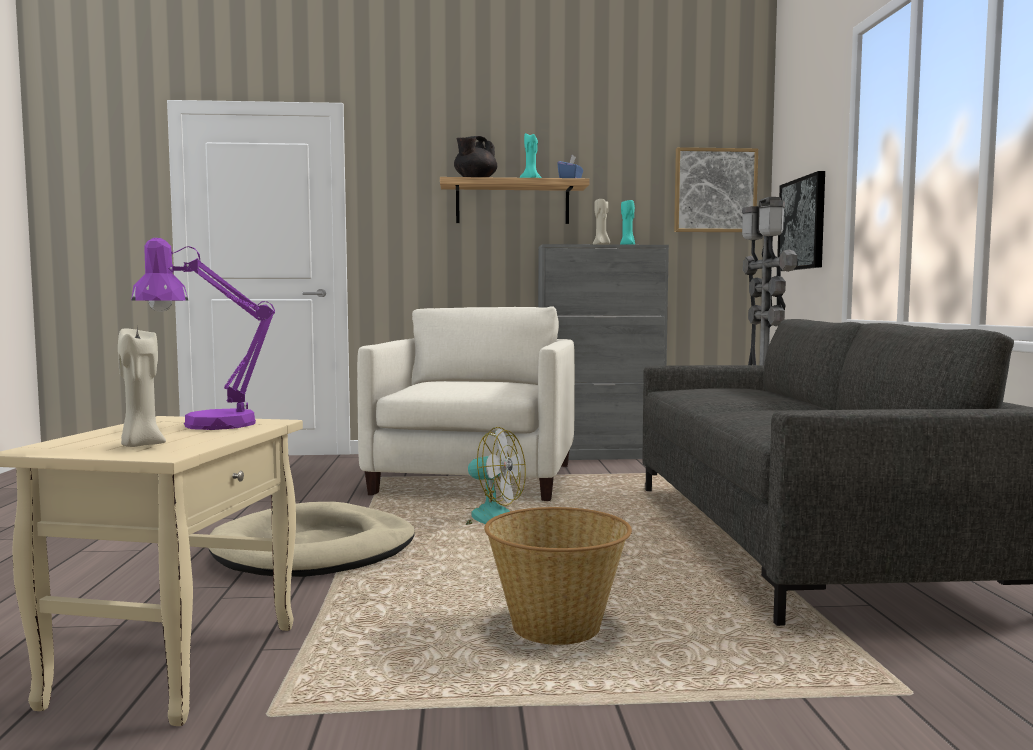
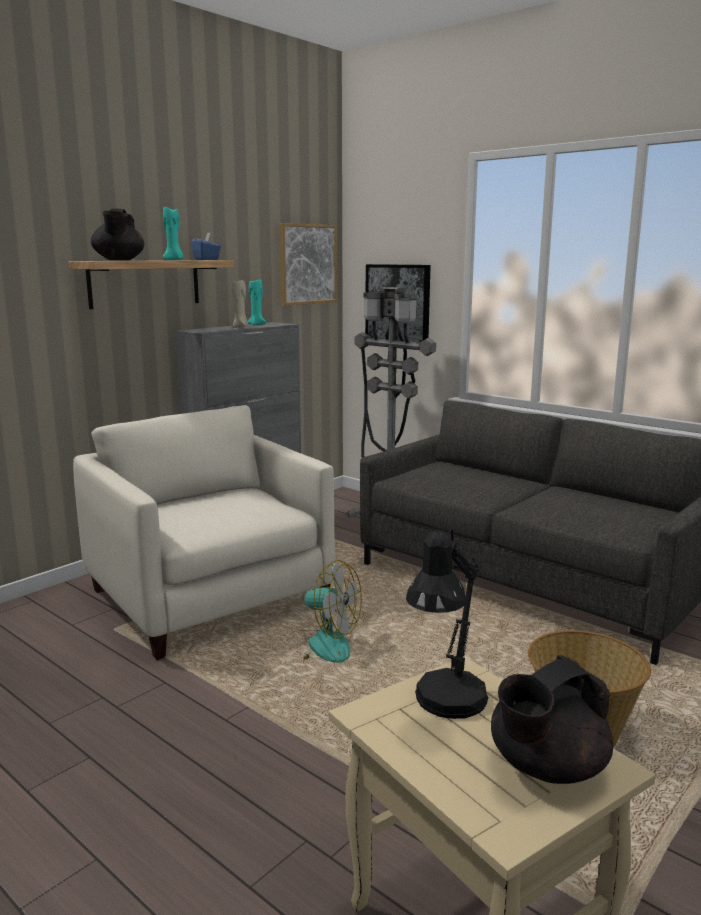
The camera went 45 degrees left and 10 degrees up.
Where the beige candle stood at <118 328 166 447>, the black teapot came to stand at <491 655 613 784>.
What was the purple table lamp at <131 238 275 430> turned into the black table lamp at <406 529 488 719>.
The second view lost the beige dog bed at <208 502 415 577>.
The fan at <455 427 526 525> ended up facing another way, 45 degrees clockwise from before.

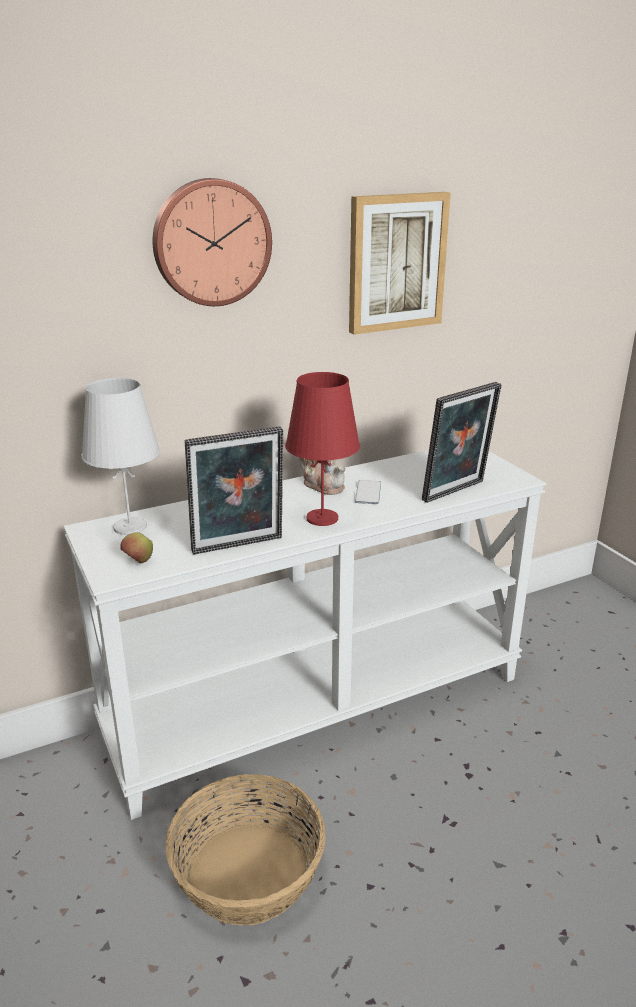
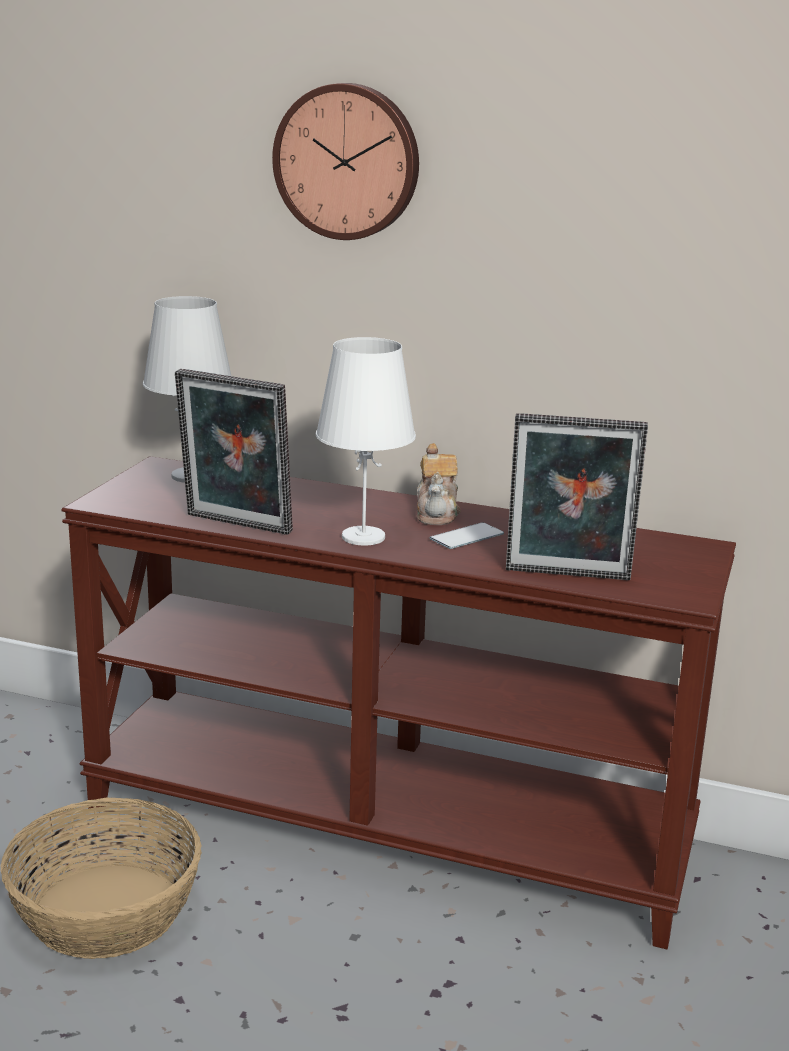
The camera went 45 degrees right and 5 degrees down.
What was the white console table at <64 450 546 820> turned into the brown console table at <61 456 736 949>.
The second view lost the apple at <120 532 153 564>.
What was the red table lamp at <285 372 360 526> turned into the white table lamp at <316 337 416 546>.
The second view lost the picture at <349 192 451 335>.

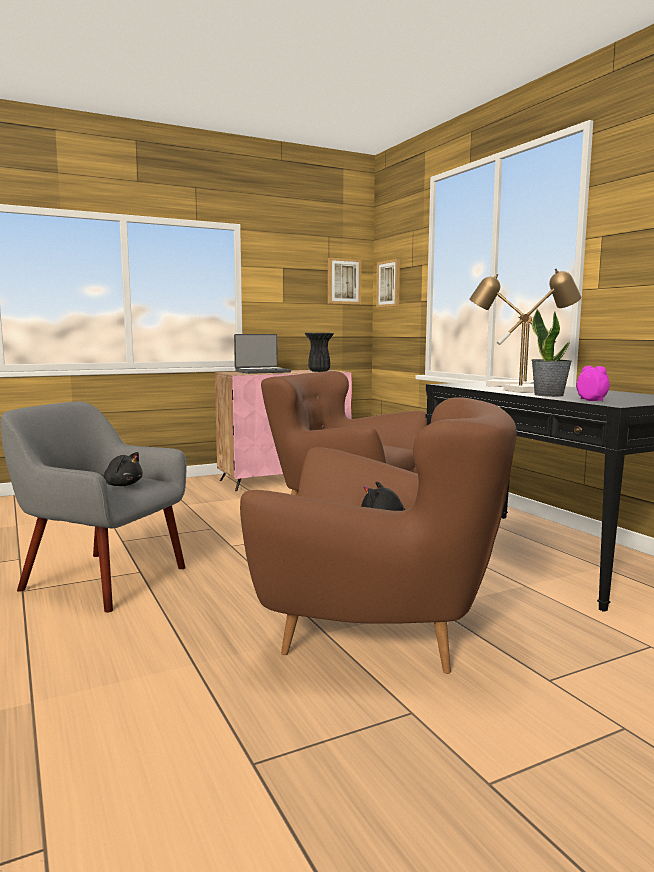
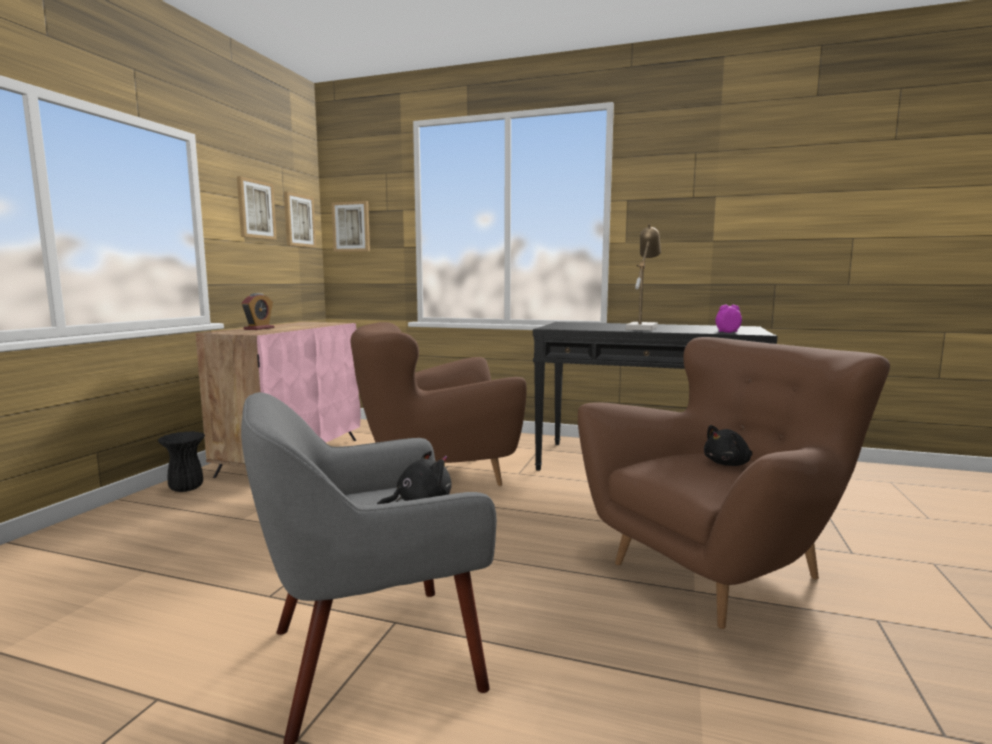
The camera went 45 degrees left and 0 degrees up.
Where the laptop stood at <234 334 291 374>, the alarm clock came to stand at <242 293 274 330>.
The black vase ended up elsewhere, having gone from <305 333 334 372> to <158 431 205 492>.
The second view lost the table lamp at <470 274 556 387>.
The second view lost the potted plant at <531 309 572 397>.
The second view gained the picture at <237 176 277 240>.

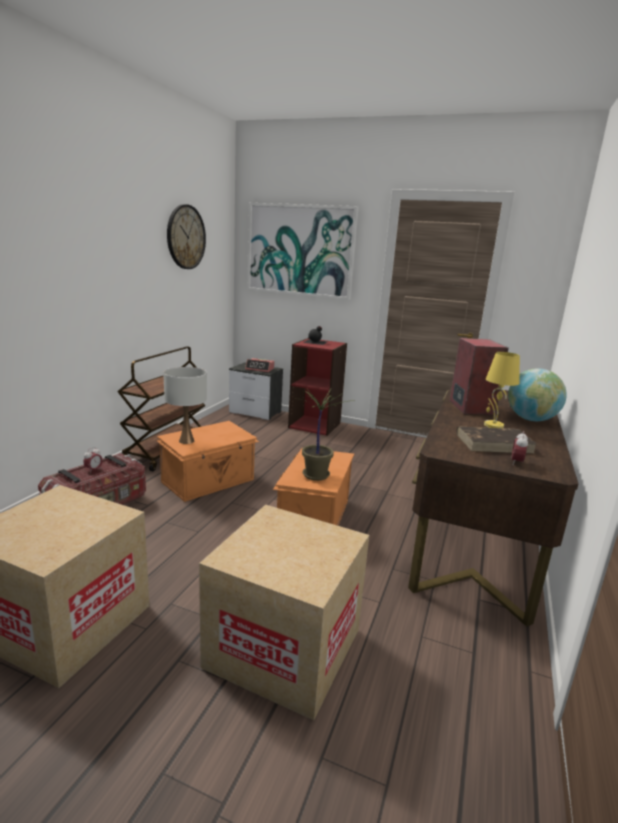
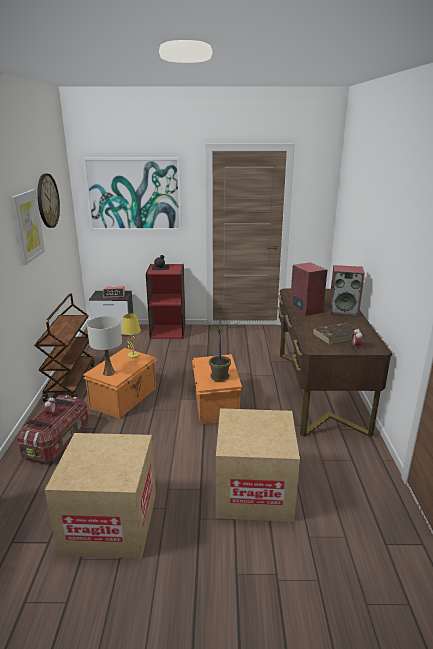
The camera went 20 degrees left and 5 degrees up.
The yellow table lamp ended up elsewhere, having gone from <484 352 520 428> to <122 314 141 358>.
Where the globe stood at <508 368 567 421>, the speaker came to stand at <329 265 365 317>.
The second view gained the picture at <11 189 45 265>.

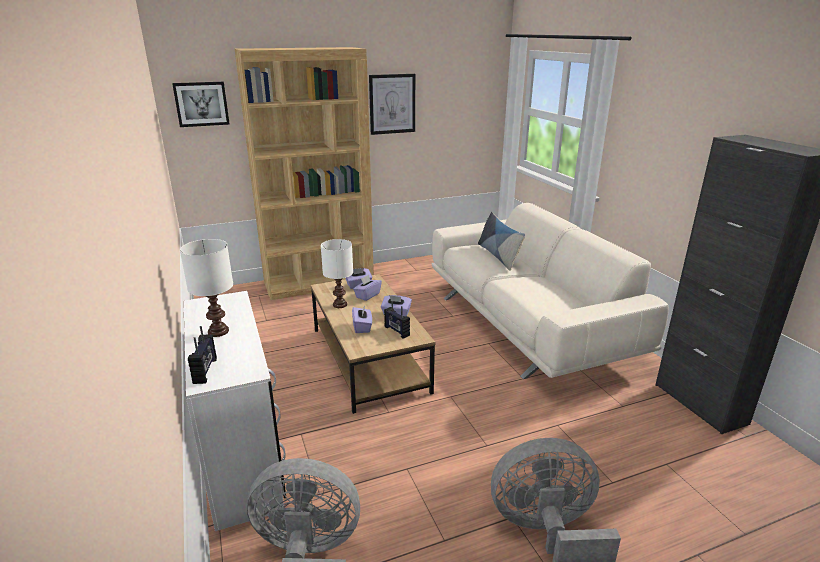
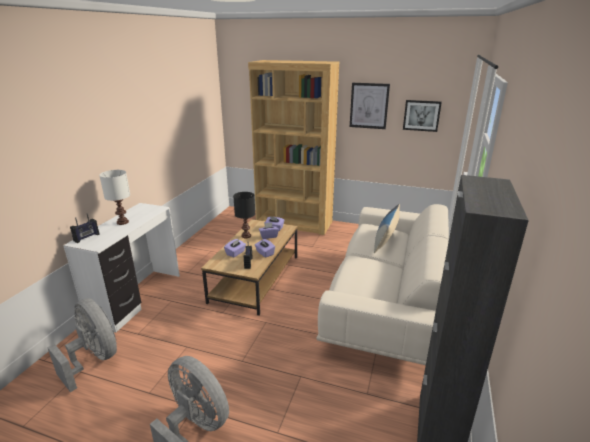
The camera went 40 degrees right and 0 degrees up.
The picture ended up elsewhere, having gone from <172 82 230 127> to <403 100 442 132>.
What was the white table lamp at <321 239 353 308> turned into the black table lamp at <233 192 255 238>.

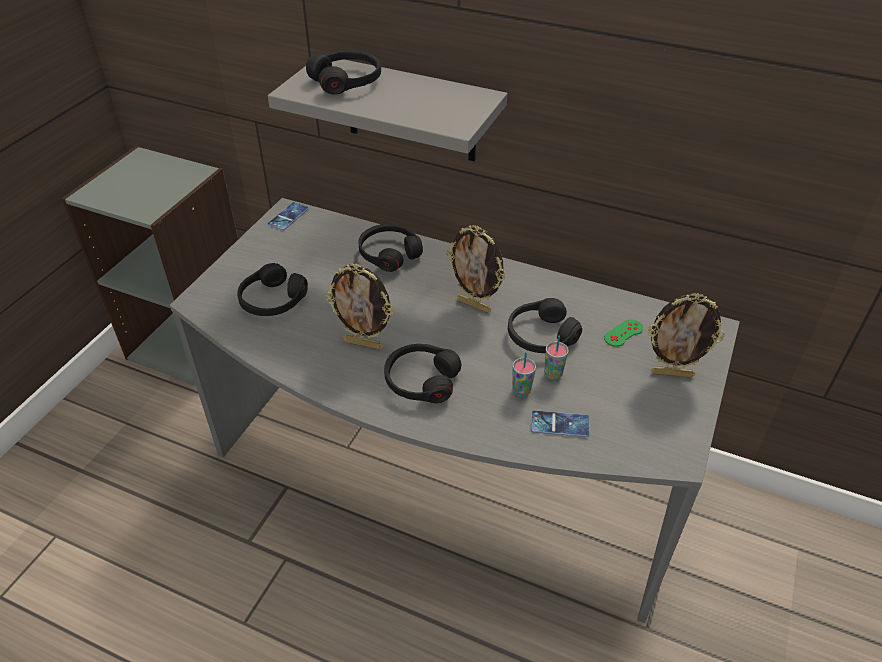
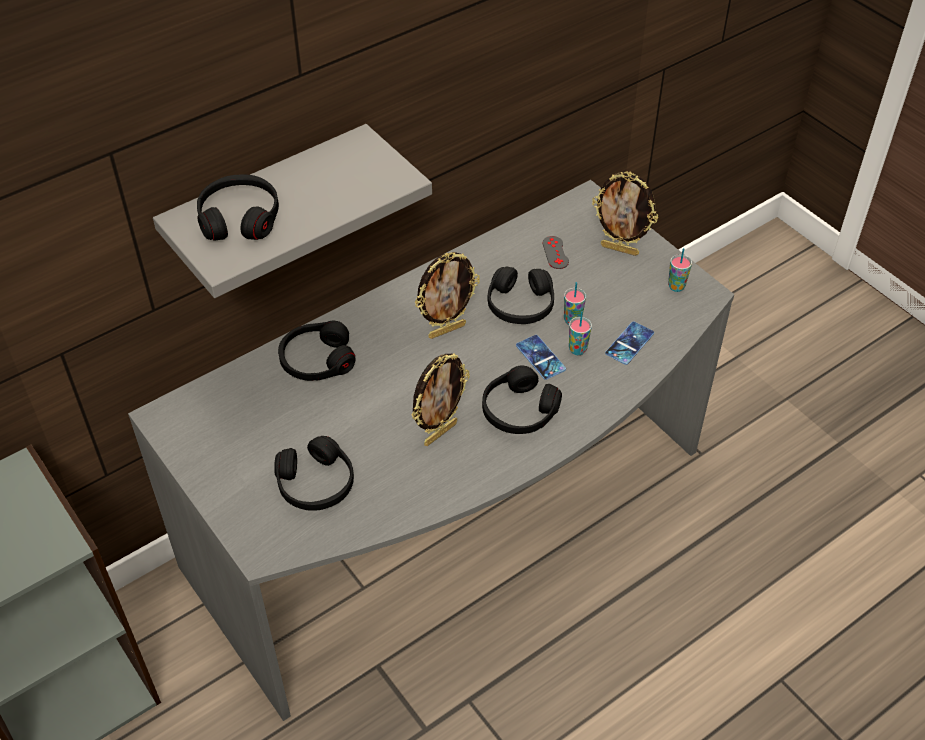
The camera went 60 degrees left and 5 degrees up.
The phone ended up elsewhere, having gone from <267 202 309 230> to <516 335 566 380>.
What was the green game controller at <604 320 643 347> turned into the grey game controller at <543 236 569 269>.
The picture frame at <647 293 725 377> ended up facing another way, 75 degrees clockwise from before.
The second view gained the cup at <668 248 692 292>.

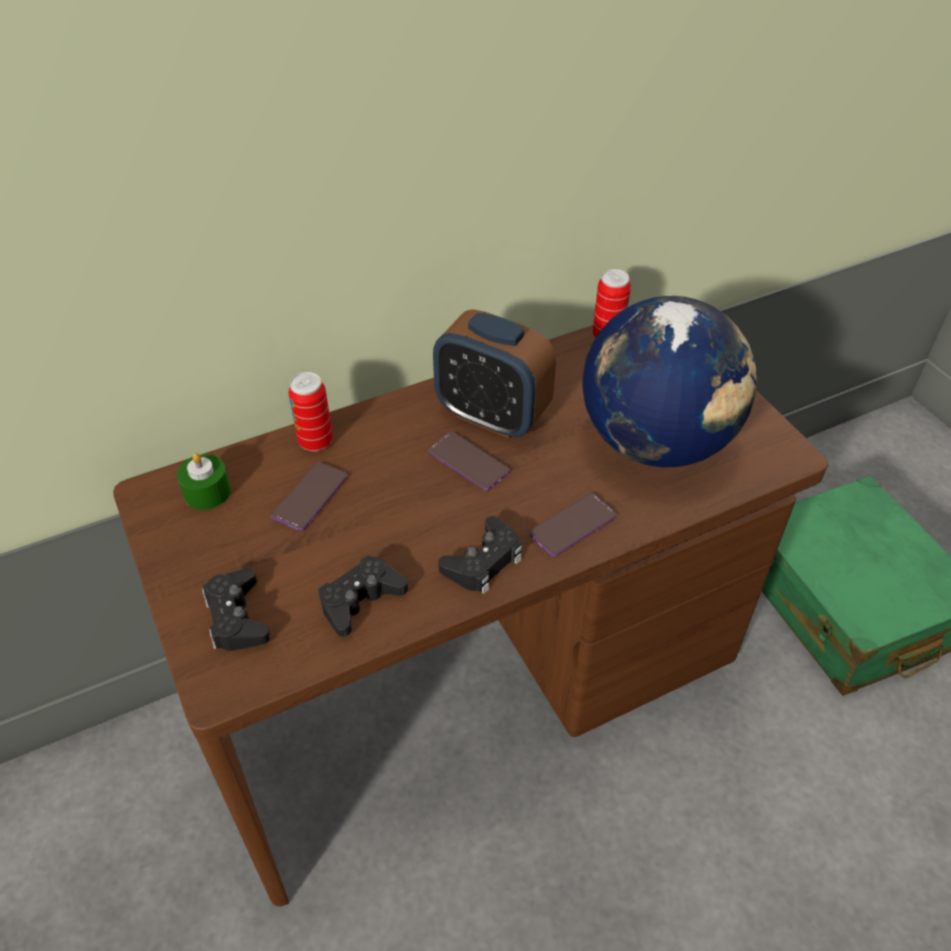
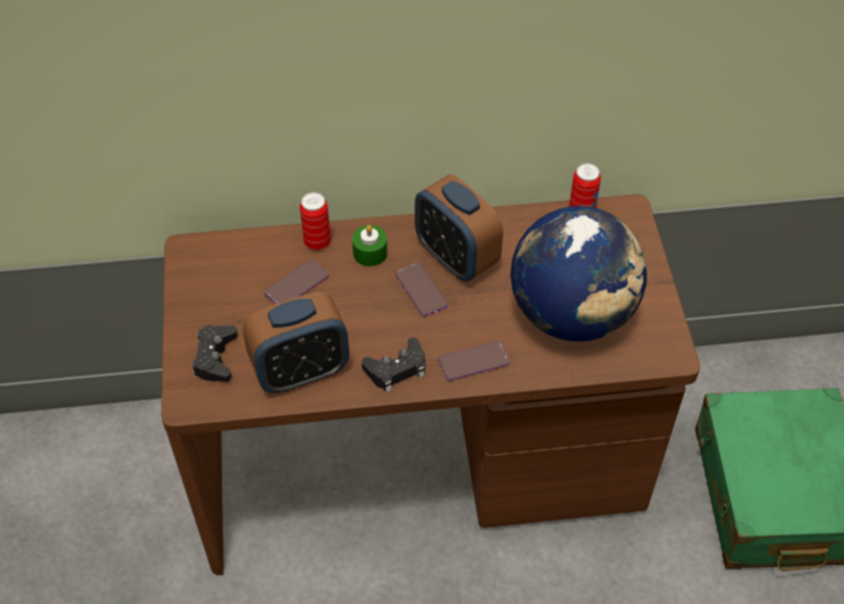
The camera went 20 degrees right and 5 degrees up.
The green candle ended up elsewhere, having gone from <177 453 231 510> to <352 225 388 266>.
Where the black game controller stood at <318 555 408 637>, the alarm clock came to stand at <243 292 349 393>.

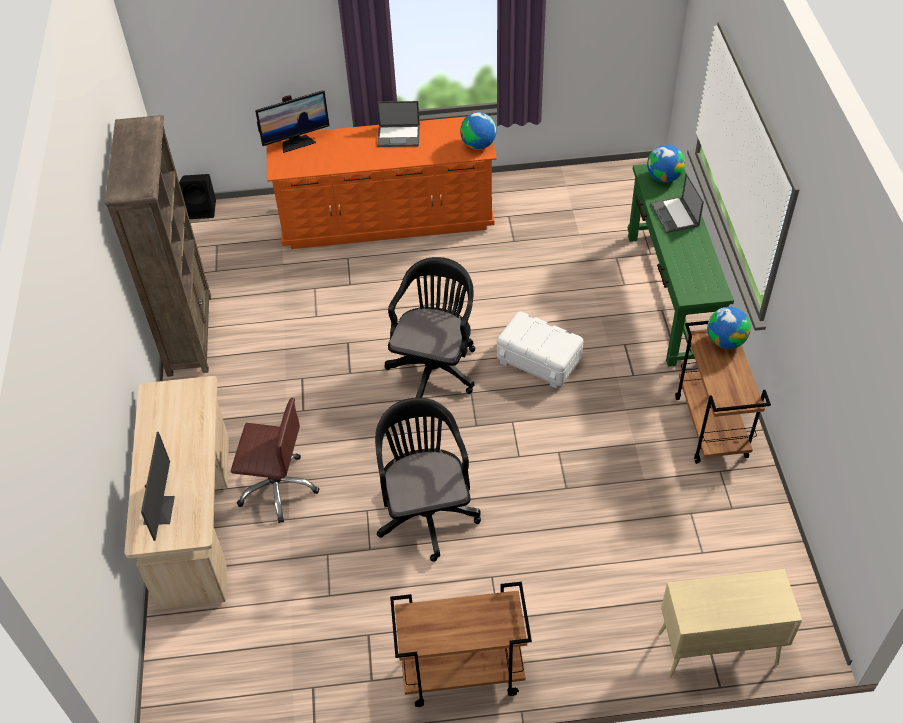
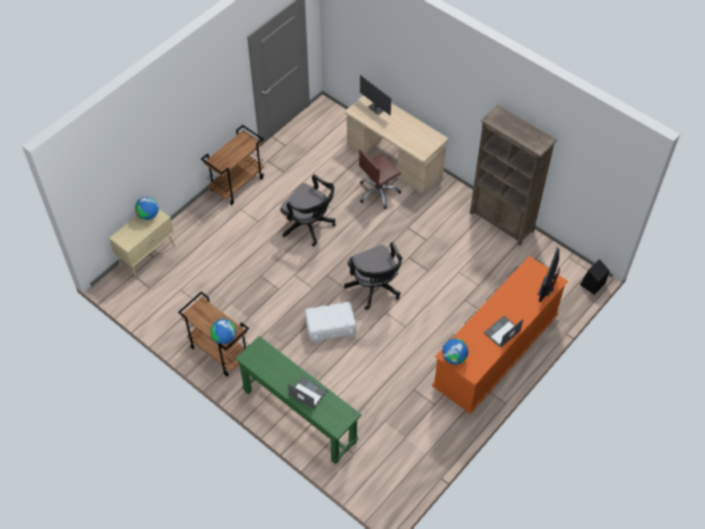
The camera went 135 degrees right and 5 degrees up.
The globe ended up elsewhere, having gone from <647 145 685 183> to <135 197 159 220>.

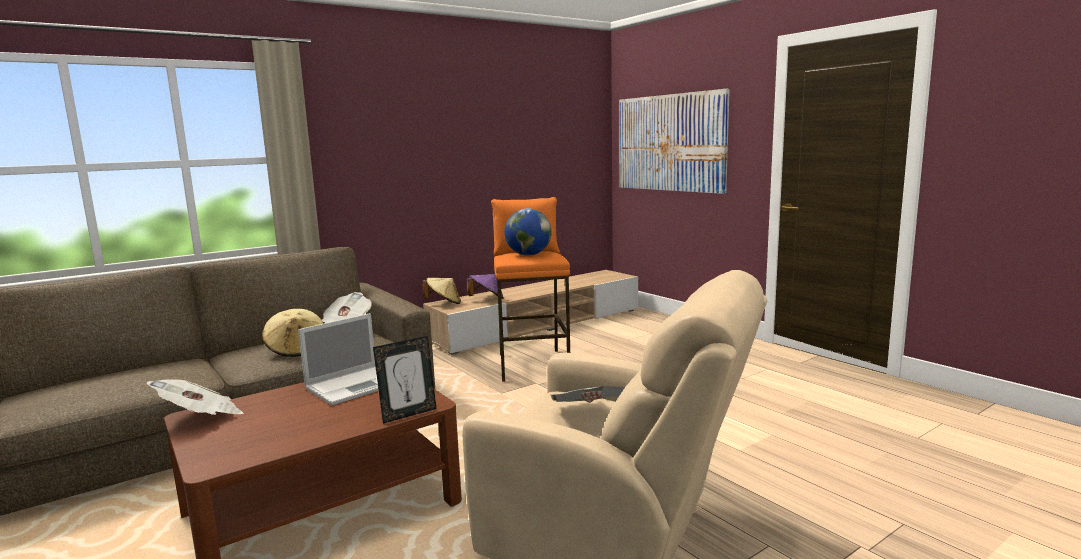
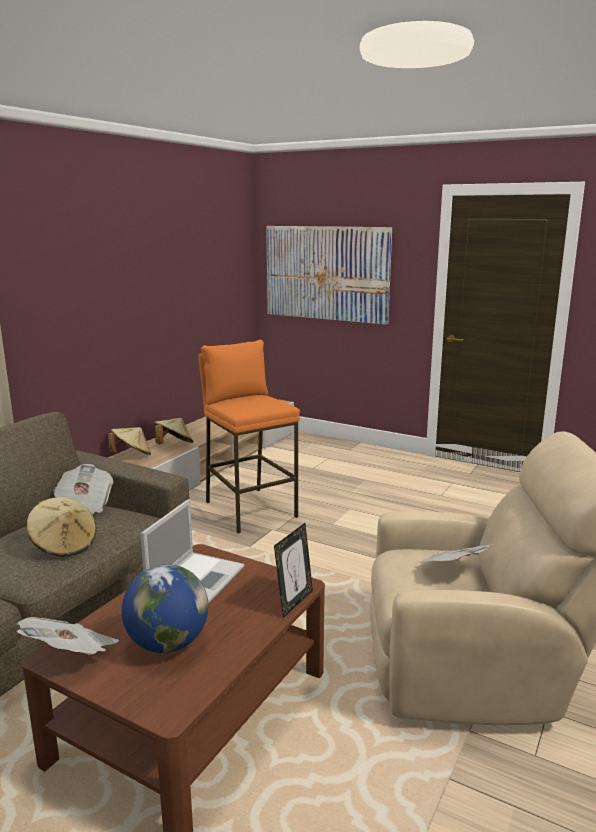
The camera went 25 degrees left and 5 degrees up.
What was the purple hat at <467 274 504 299> turned into the beige hat at <154 418 194 444>.
The globe ended up elsewhere, having gone from <504 208 551 256> to <122 564 208 653>.

